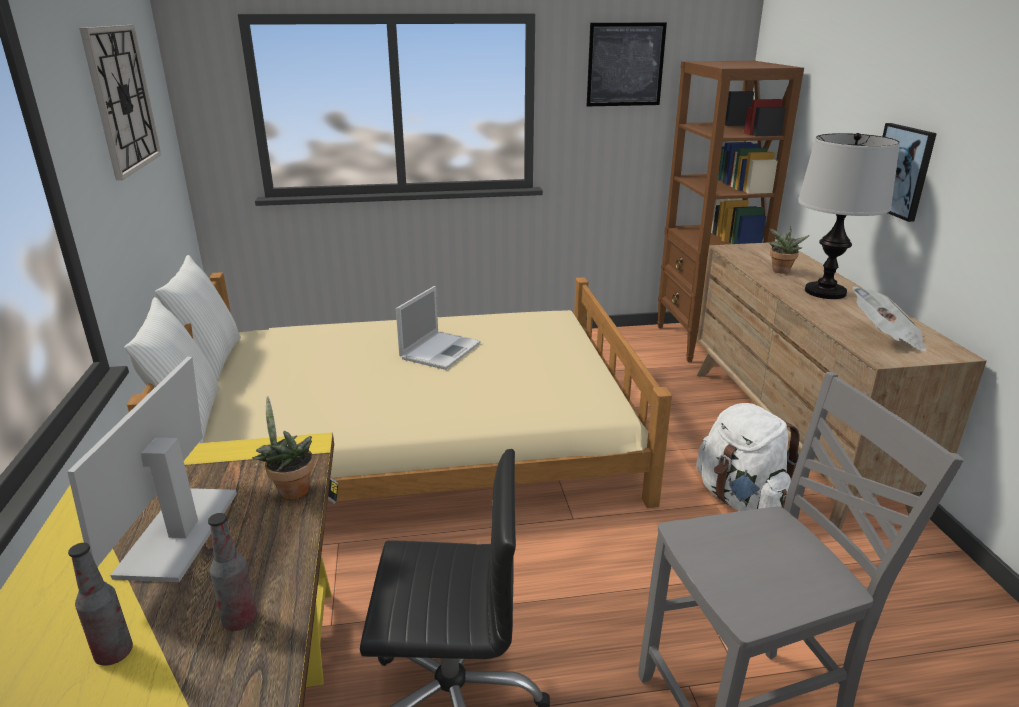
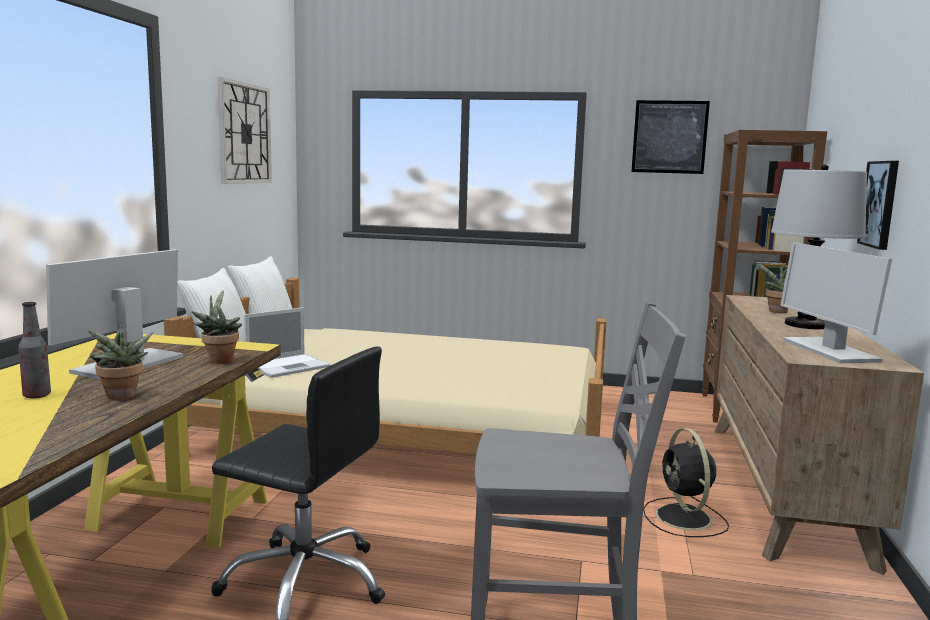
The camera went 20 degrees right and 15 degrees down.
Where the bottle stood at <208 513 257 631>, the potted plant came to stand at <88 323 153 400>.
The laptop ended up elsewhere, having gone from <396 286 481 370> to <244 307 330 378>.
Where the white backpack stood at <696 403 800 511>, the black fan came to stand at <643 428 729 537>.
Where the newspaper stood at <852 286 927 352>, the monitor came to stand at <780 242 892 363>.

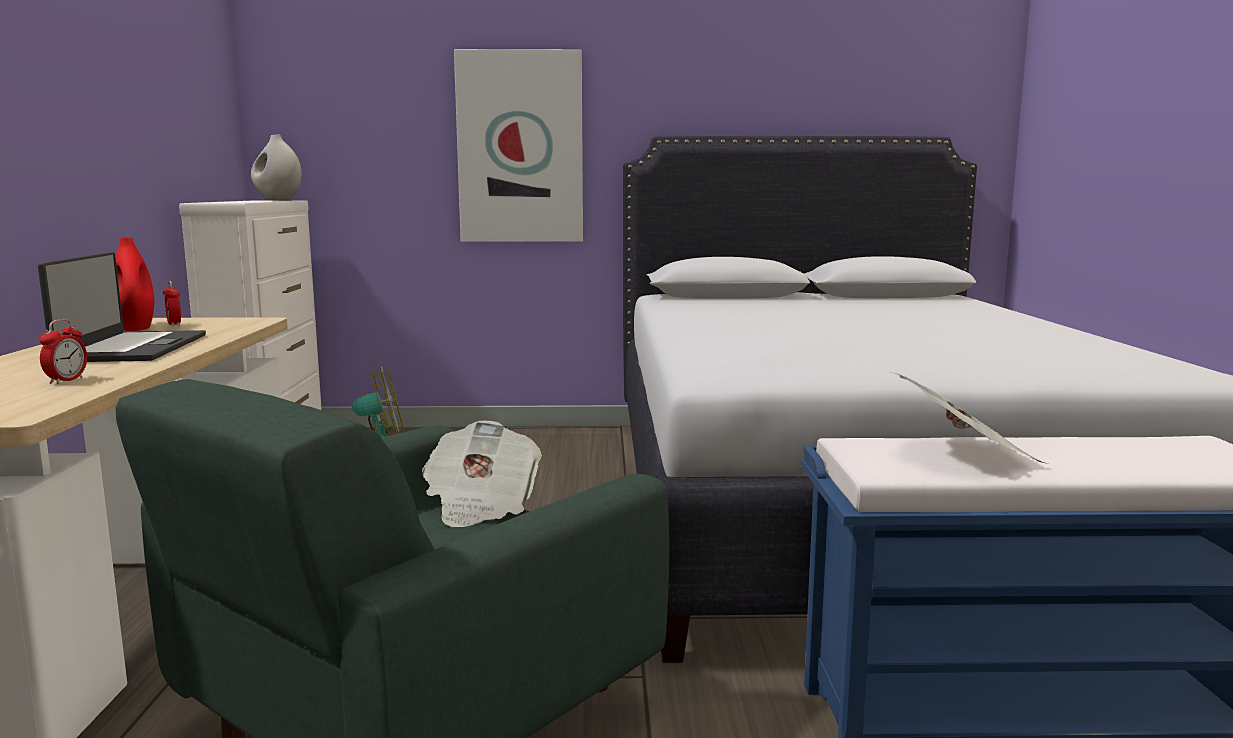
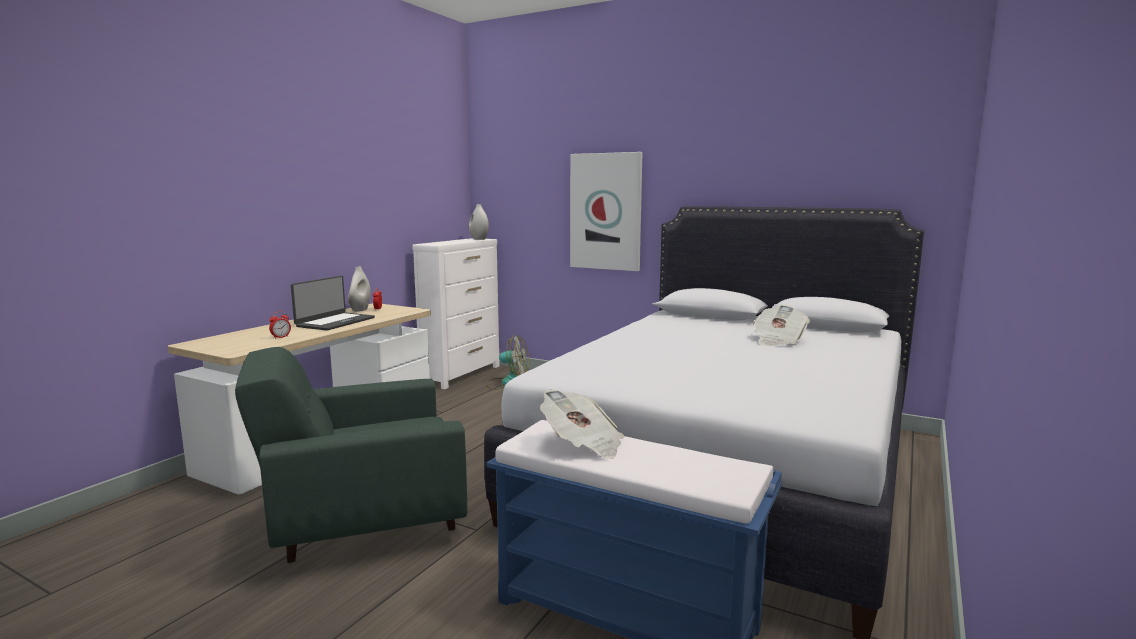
The camera went 30 degrees right and 0 degrees up.
What was the red vase at <115 237 154 331> turned into the white vase at <347 266 371 312>.
The newspaper ended up elsewhere, having gone from <422 420 542 527> to <753 305 810 346>.

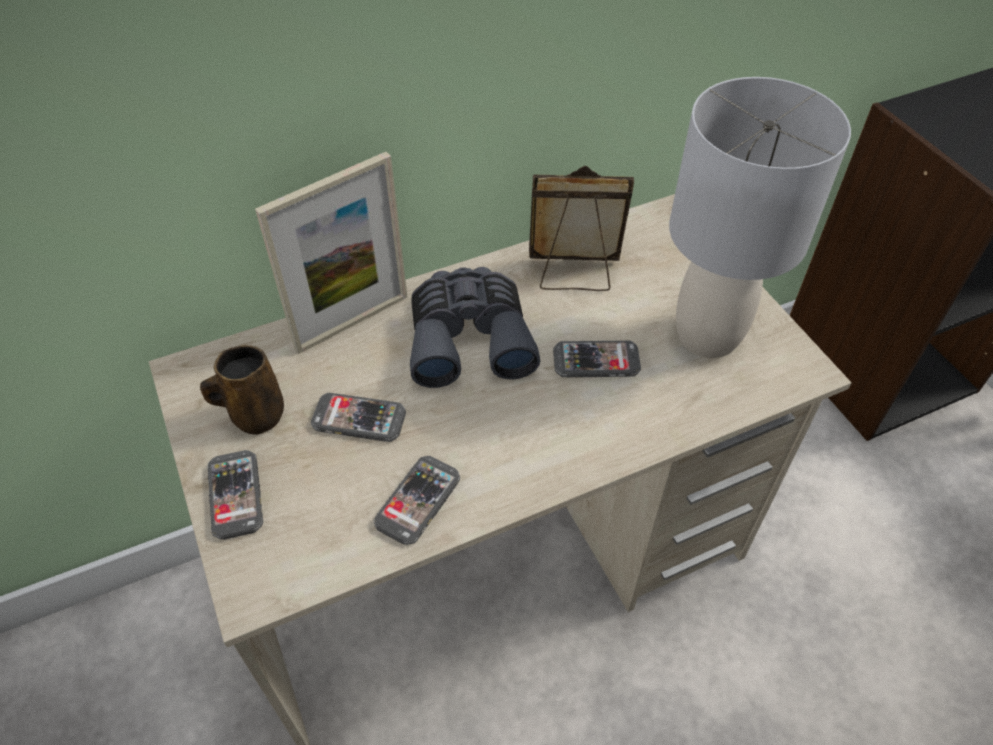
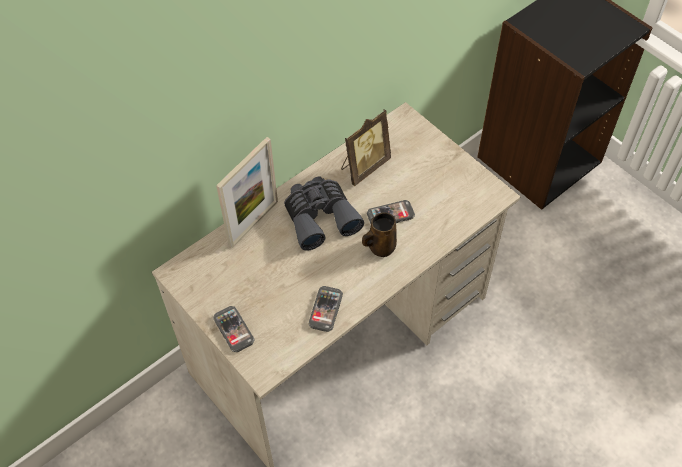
The camera went 15 degrees left and 5 degrees up.
The brown mug ended up elsewhere, having gone from <200 345 284 435> to <362 213 397 257>.
The second view lost the phone at <311 393 406 442>.
The picture frame at <529 166 634 291> ended up facing another way, 150 degrees clockwise from before.
The second view lost the grey table lamp at <669 77 851 358>.

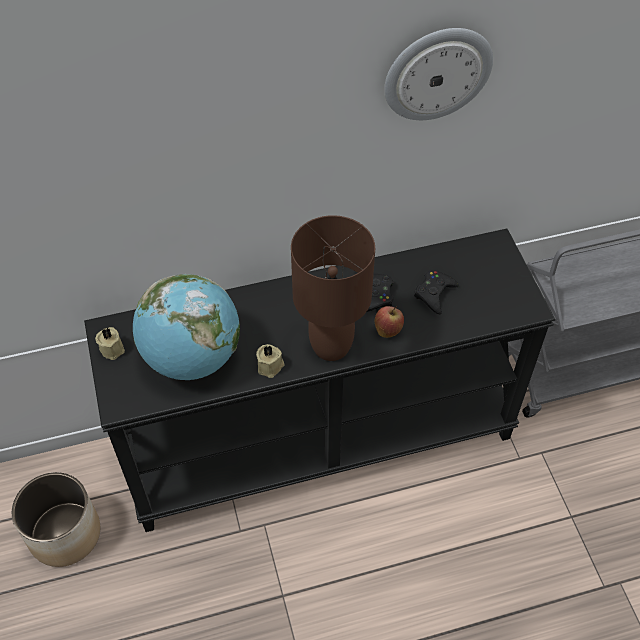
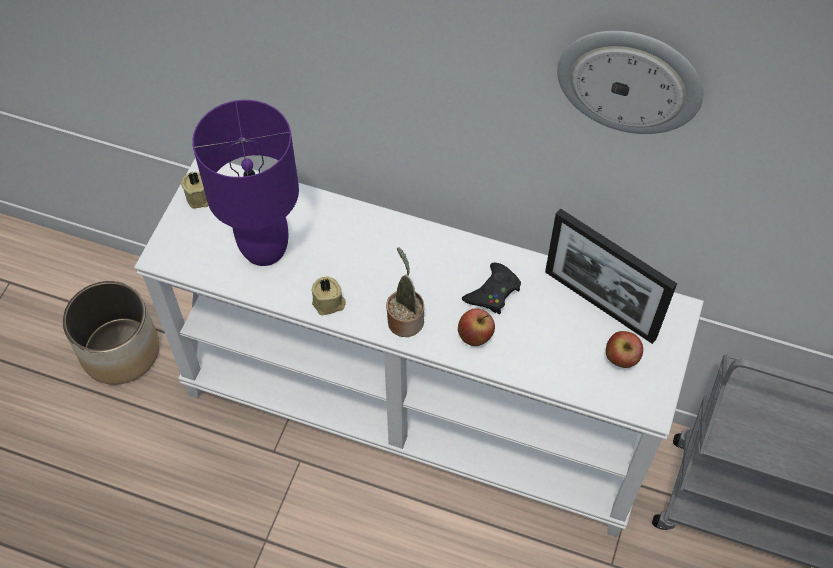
The camera went 35 degrees right and 5 degrees up.
What was the black console table at <84 229 555 532> turned into the white console table at <134 157 704 537>.
Where the globe stood at <133 274 240 380>, the purple table lamp came to stand at <192 100 299 266>.
Where the brown table lamp stood at <291 215 375 361>, the potted plant came to stand at <386 247 424 337>.
The second view lost the black game controller at <414 270 459 315>.
The second view gained the picture frame at <545 208 677 344>.
The second view gained the apple at <606 331 643 368>.

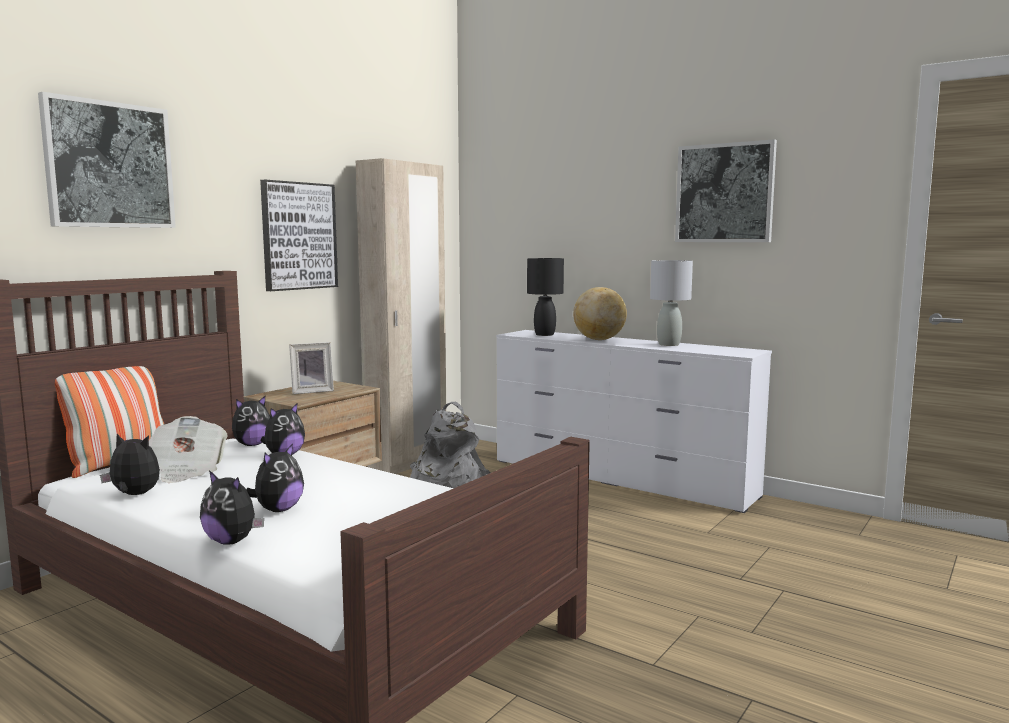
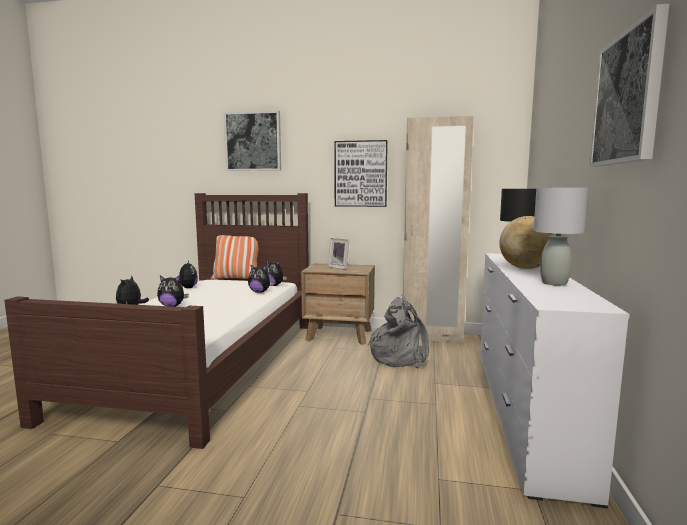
The camera went 65 degrees right and 0 degrees up.
The second view lost the newspaper at <149 416 228 483>.

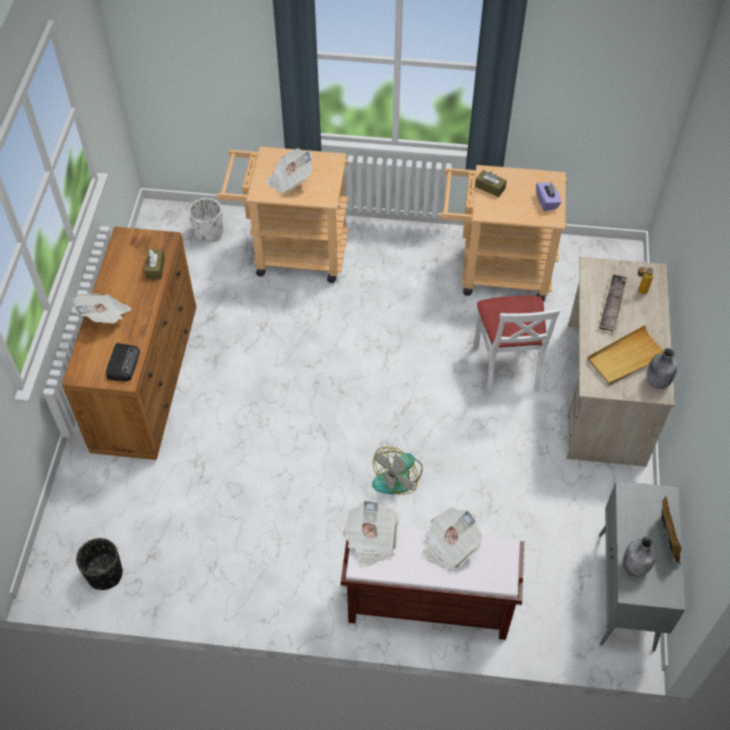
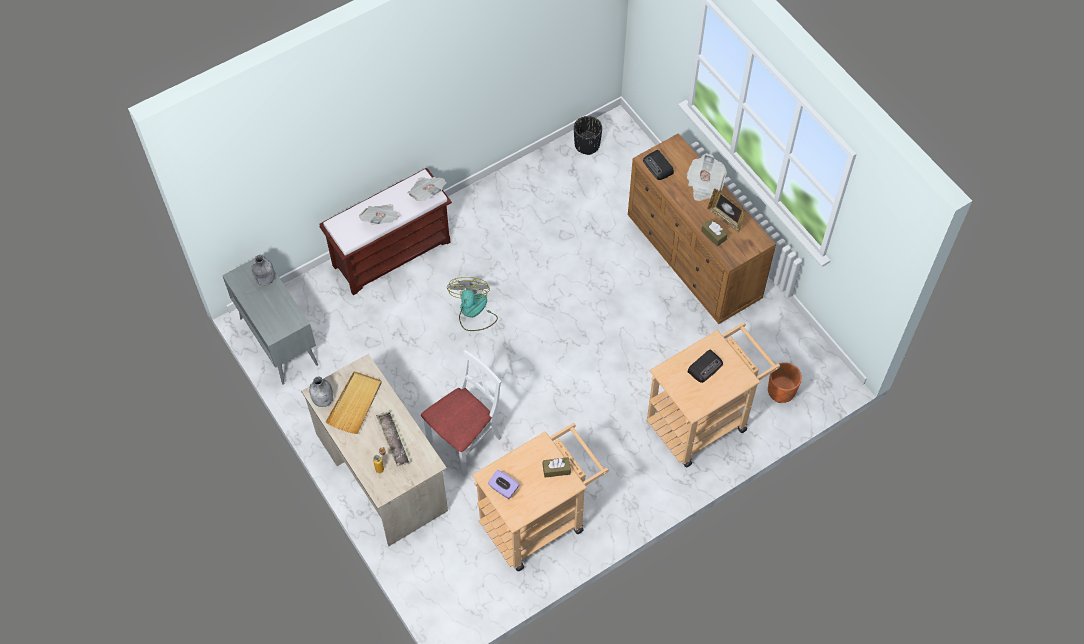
The camera went 140 degrees right and 5 degrees up.
What was the white planter at <188 198 223 242> turned into the orange planter at <768 362 802 403>.
Where the newspaper stood at <266 148 313 195>, the radio came to stand at <688 349 723 383>.
The white chair at <473 296 561 396> ended up facing another way, 90 degrees clockwise from before.
The picture frame ended up elsewhere, having gone from <662 496 681 564> to <707 189 746 233>.

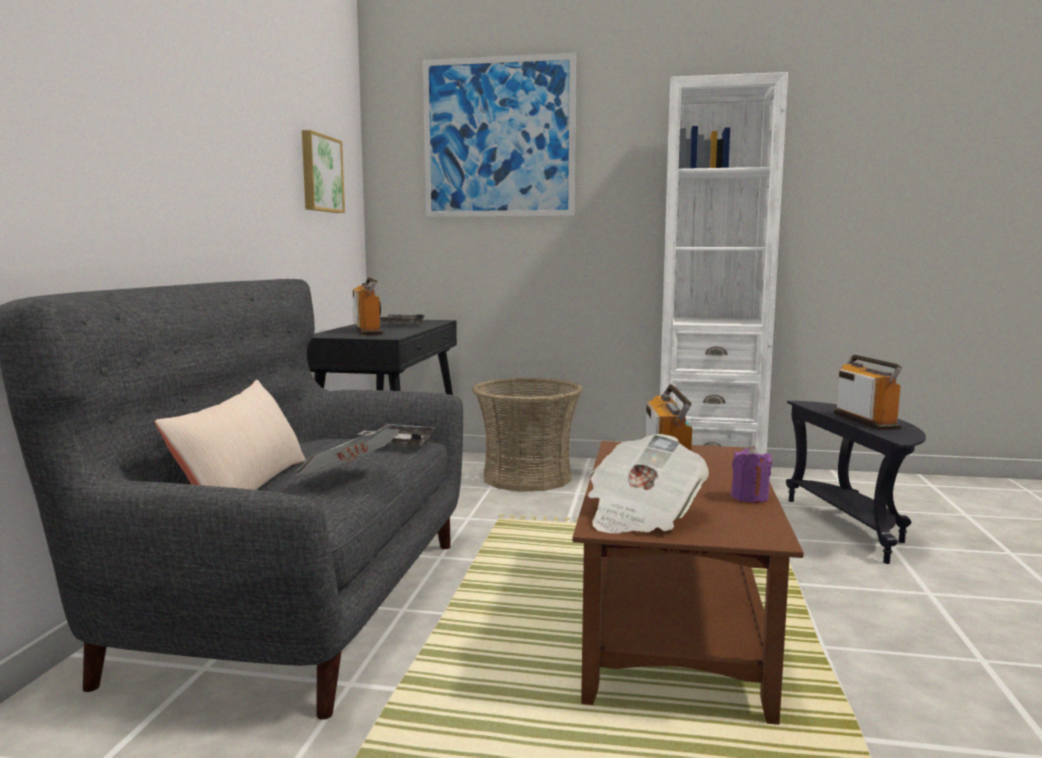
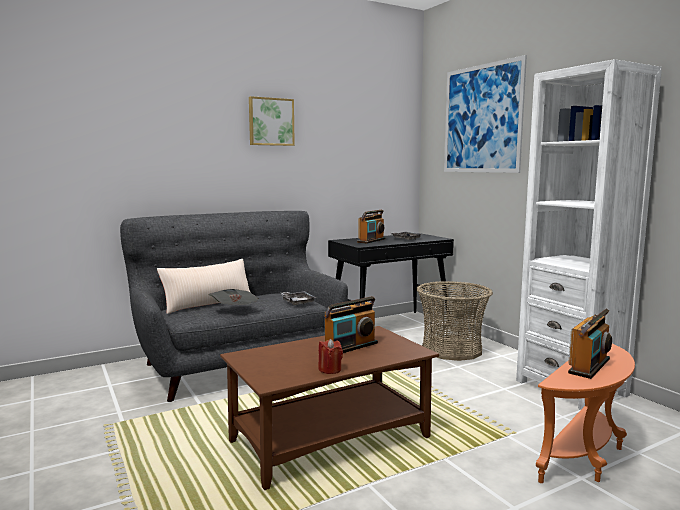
The camera went 50 degrees right and 0 degrees up.
The picture ended up elsewhere, having gone from <302 130 345 213> to <249 96 295 146>.
The second view lost the newspaper at <588 434 709 533>.
What was the purple candle at <731 446 772 503> turned into the red candle at <318 339 343 374>.
What was the black side table at <786 401 926 564> turned into the orange side table at <536 344 635 483>.

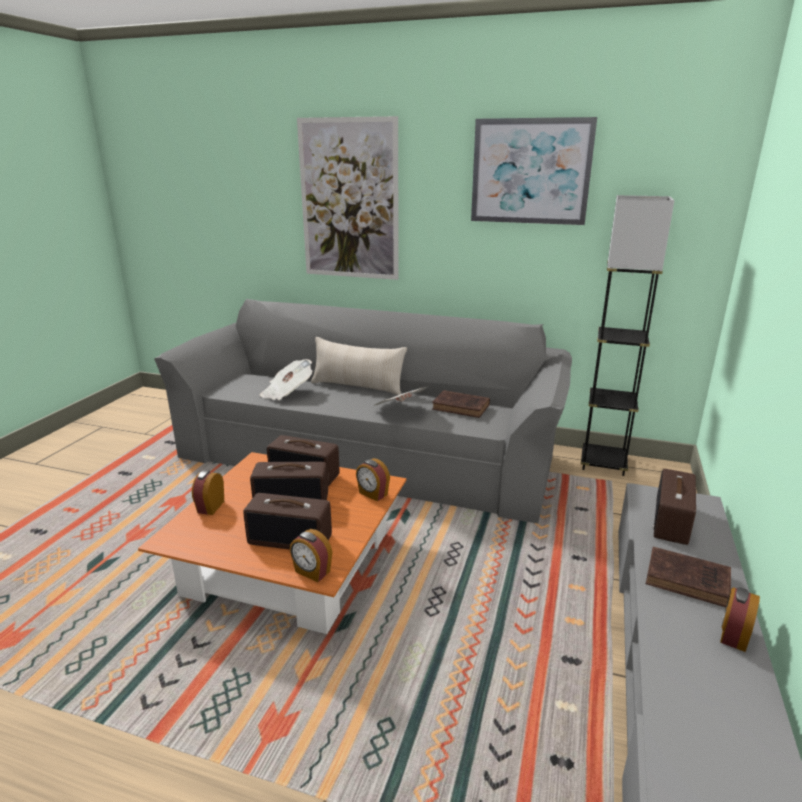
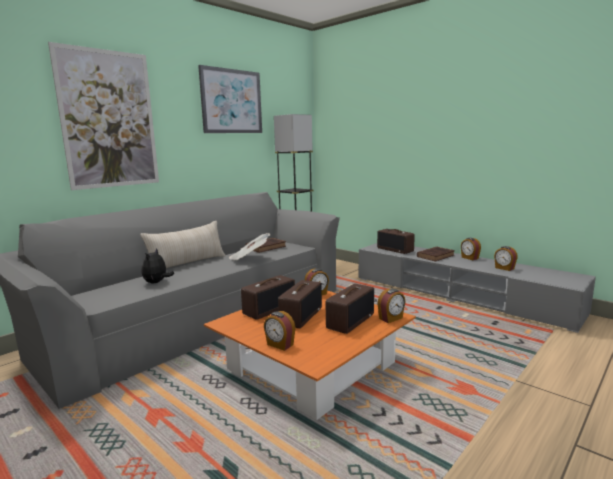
The camera went 65 degrees left and 10 degrees down.
Where the newspaper stood at <260 359 312 401>, the plush toy came to stand at <142 248 174 284>.
The second view gained the alarm clock at <494 246 518 271>.

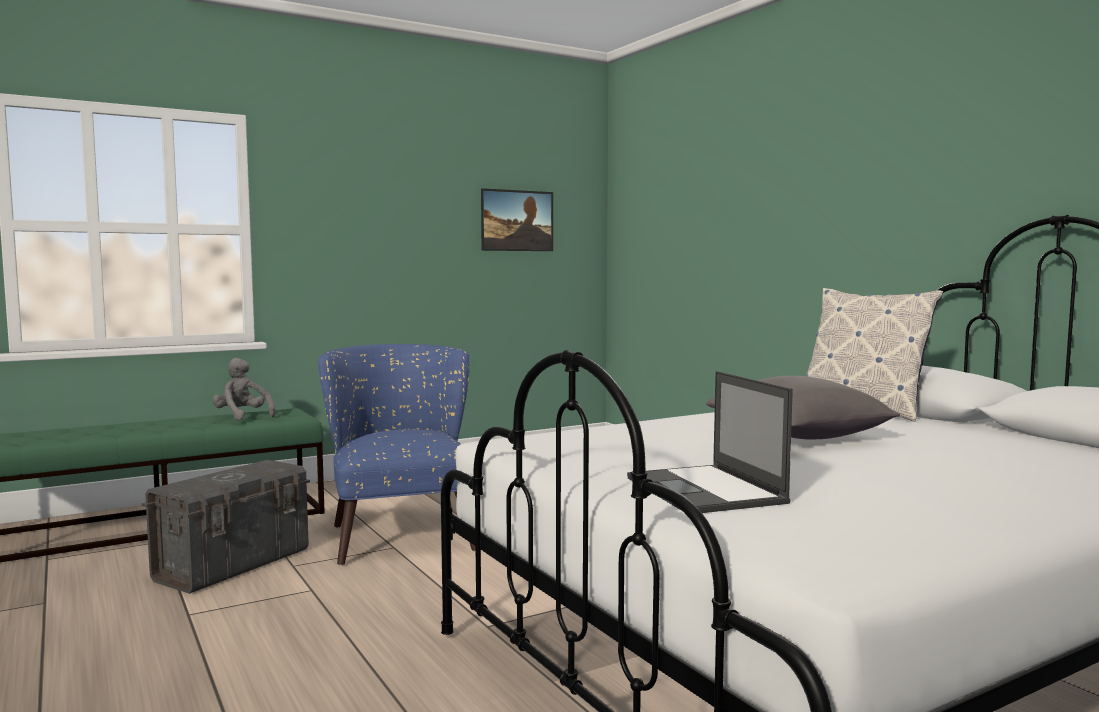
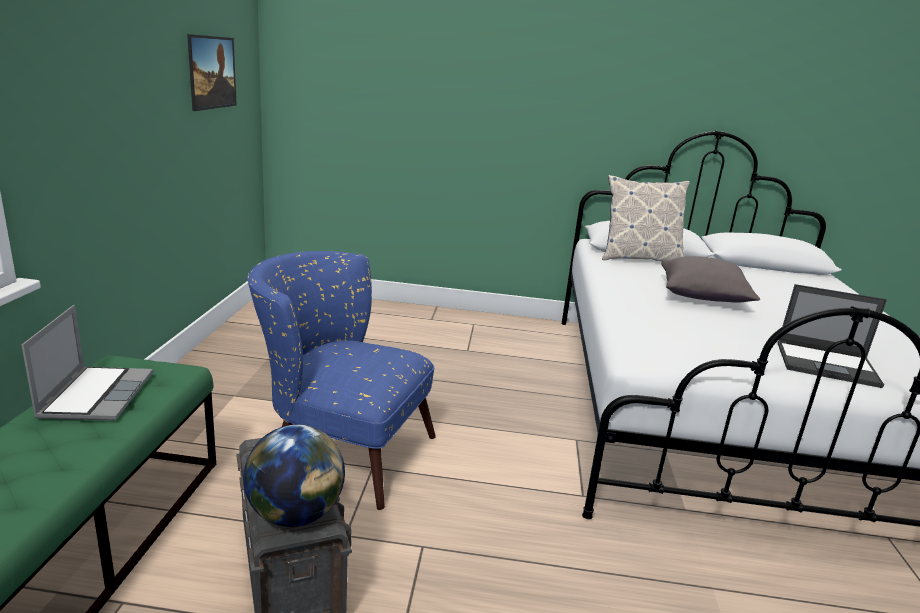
The camera went 55 degrees left and 15 degrees up.
Where the grey plush toy stood at <212 358 276 420>, the laptop came to stand at <22 305 153 421>.
The second view gained the globe at <243 425 345 527>.

